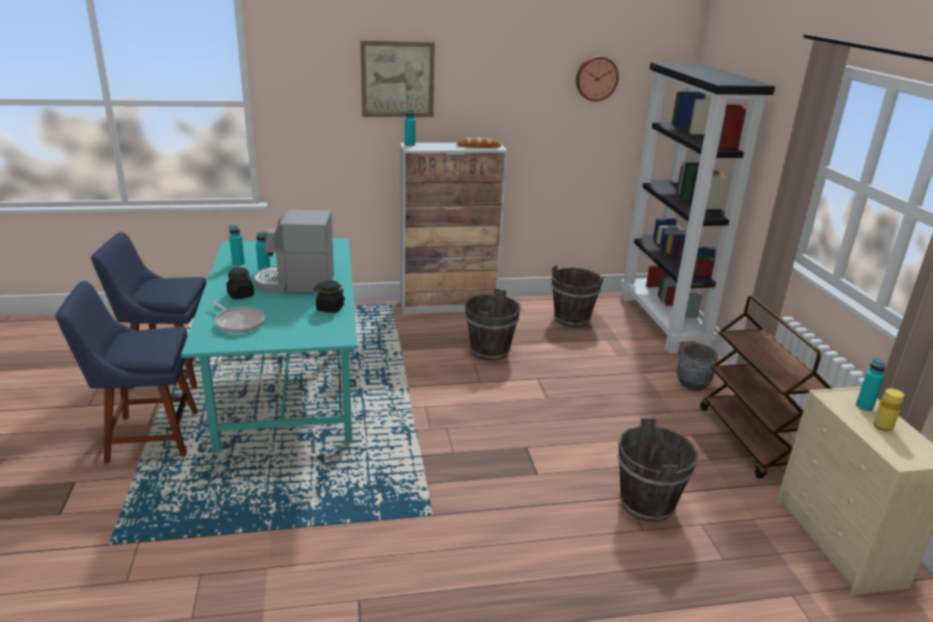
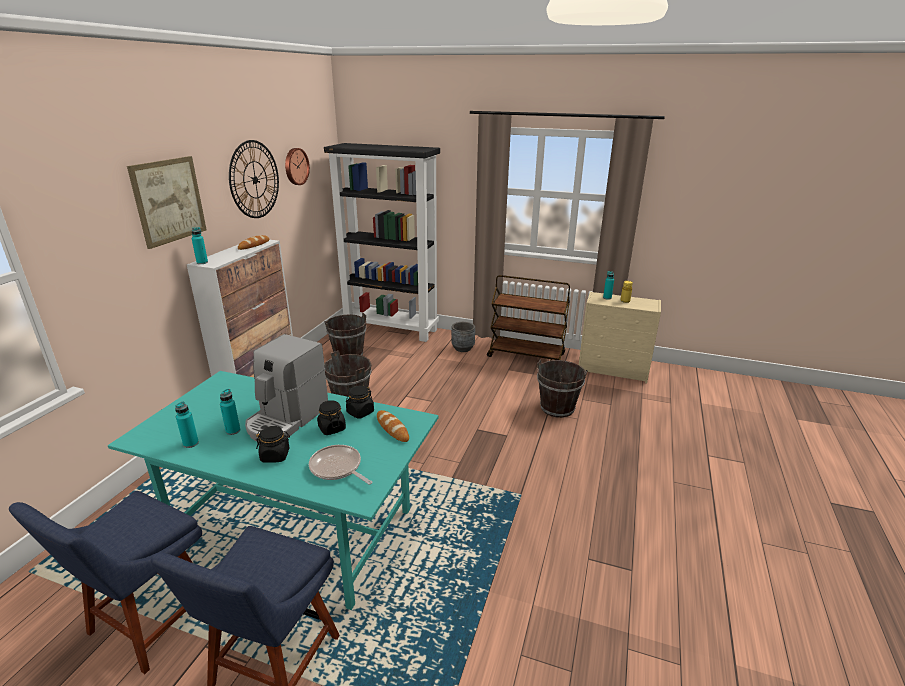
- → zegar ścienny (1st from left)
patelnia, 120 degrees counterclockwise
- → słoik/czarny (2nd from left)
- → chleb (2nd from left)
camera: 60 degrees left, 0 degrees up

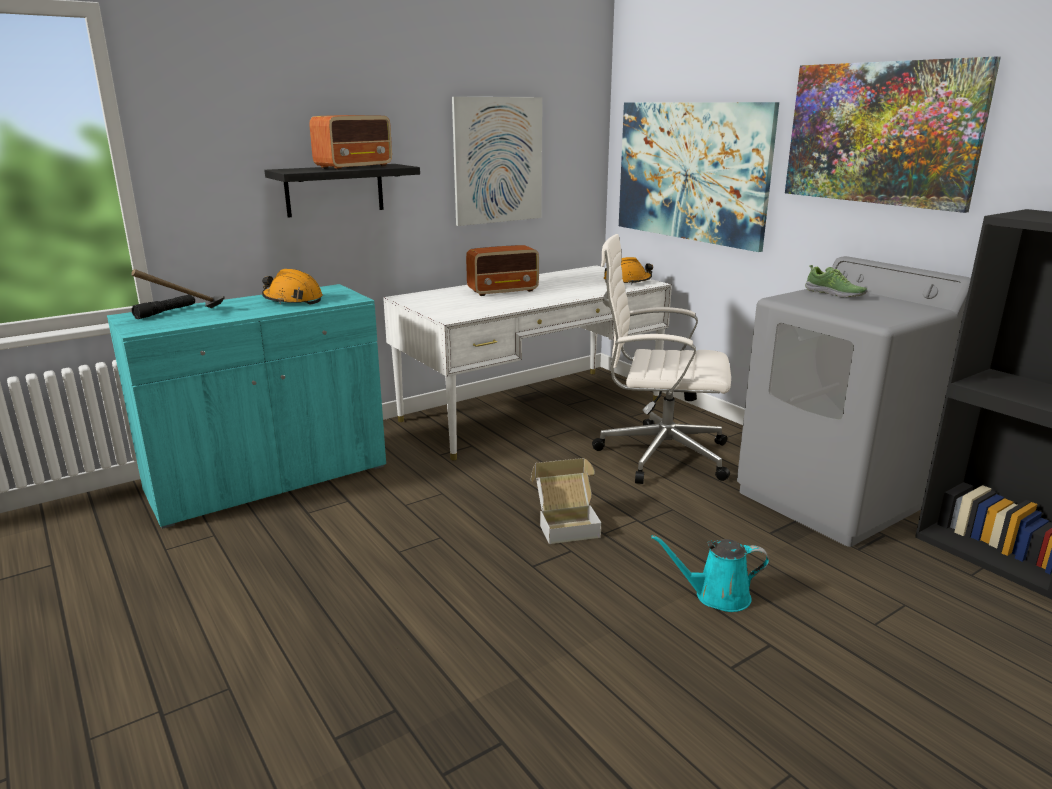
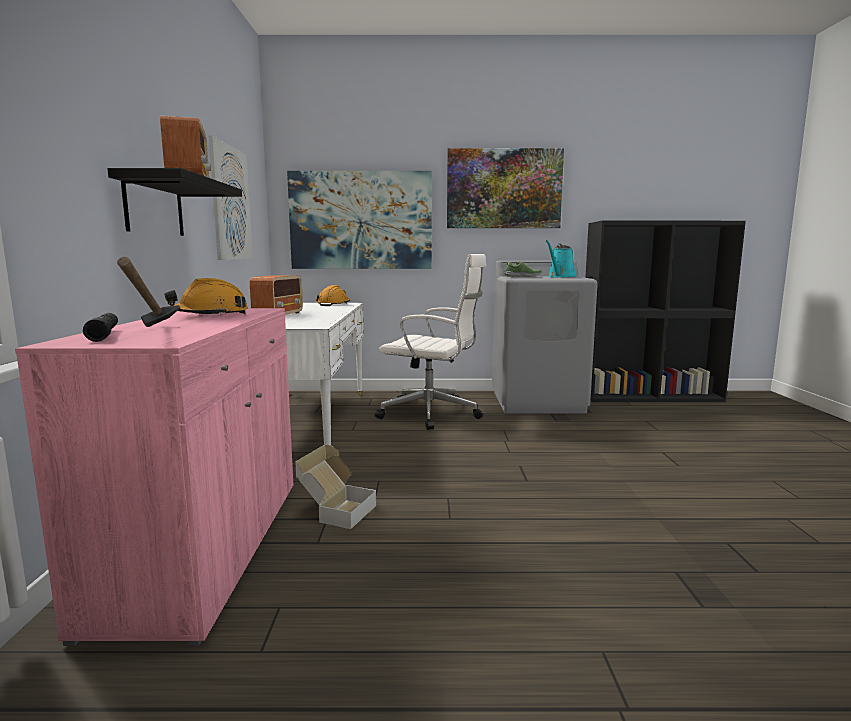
szafka/turkusowy → szafka/różowy
karton, moved
krzesło biurowe/biały, 120 degrees counterclockwise
konewka/turkusowy, moved
camera: 55 degrees left, 10 degrees down

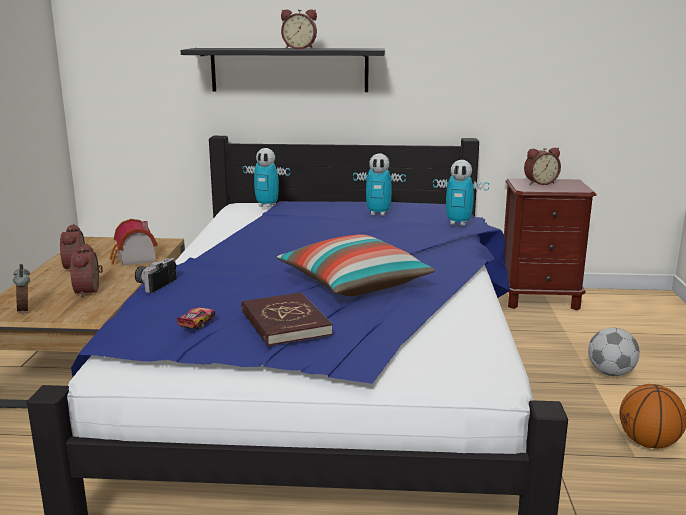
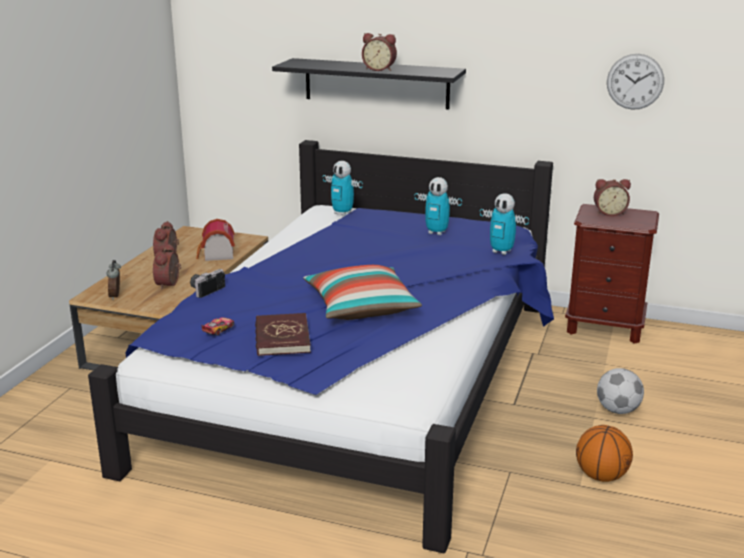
- → zegar ścienny
camera: 15 degrees right, 5 degrees up

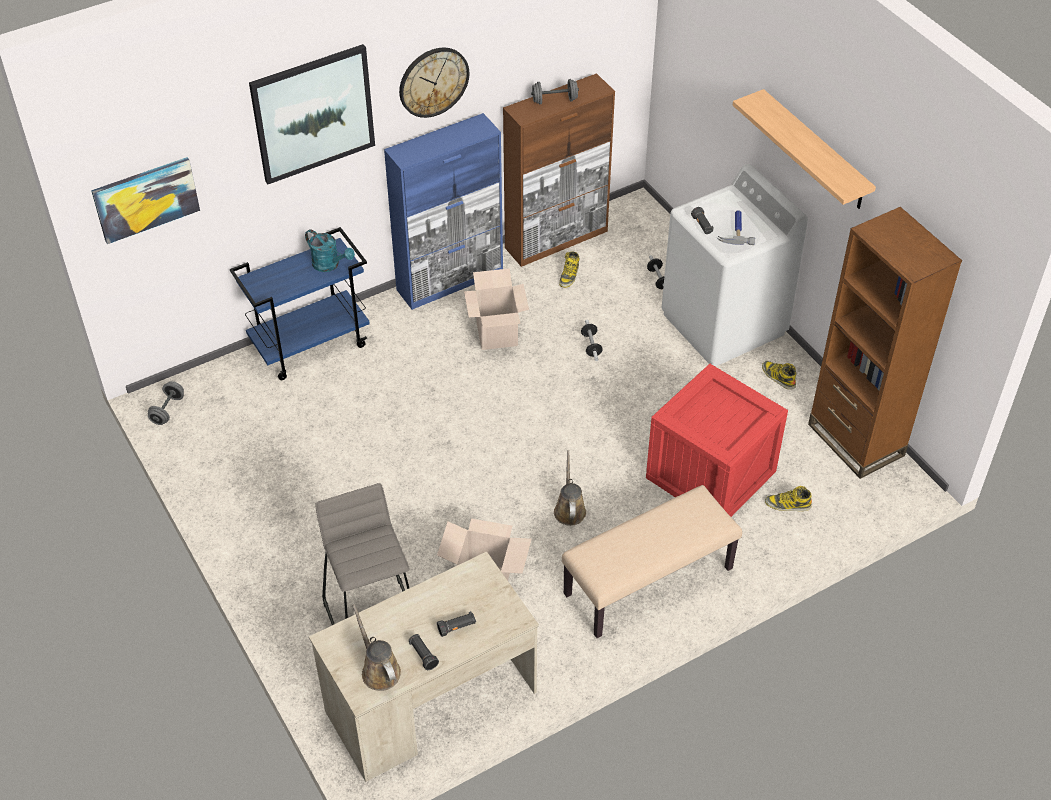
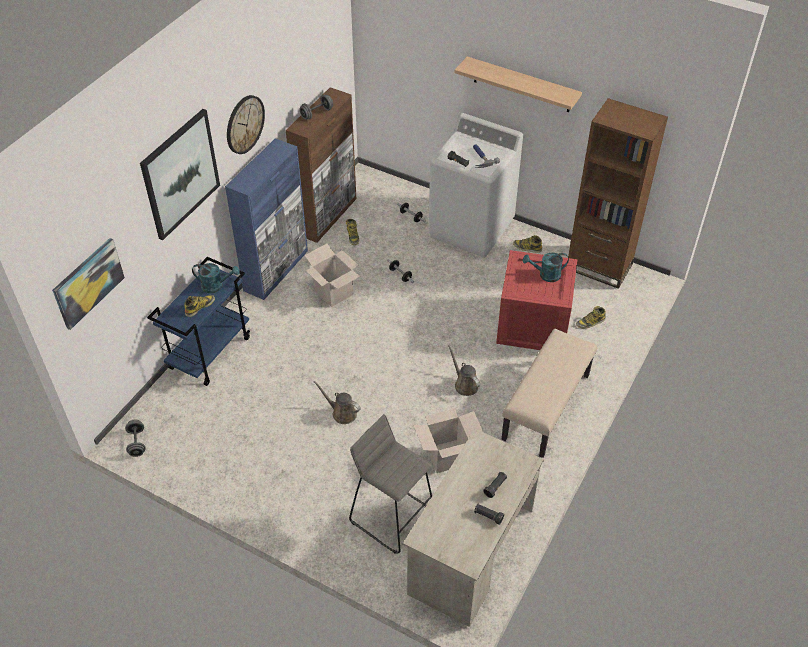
- → but z cholewką (1st from left)
konewka/brązowy (1st from left), moved
- → konewka/turkusowy (2nd from left)
camera: 30 degrees left, 0 degrees up

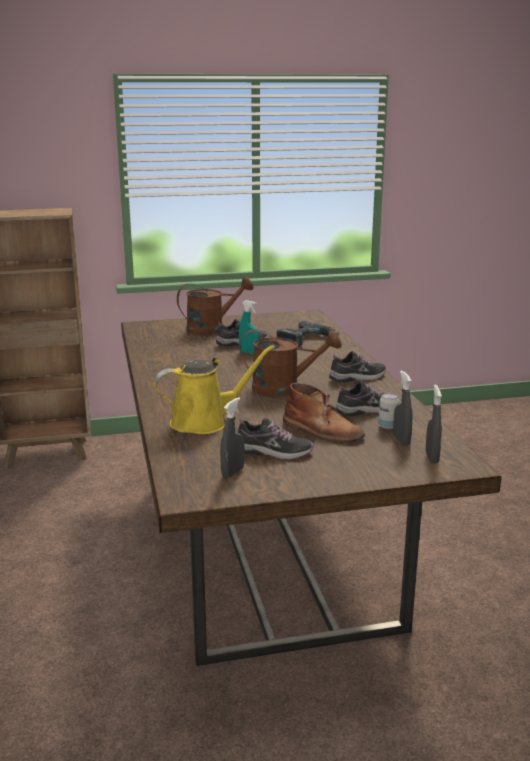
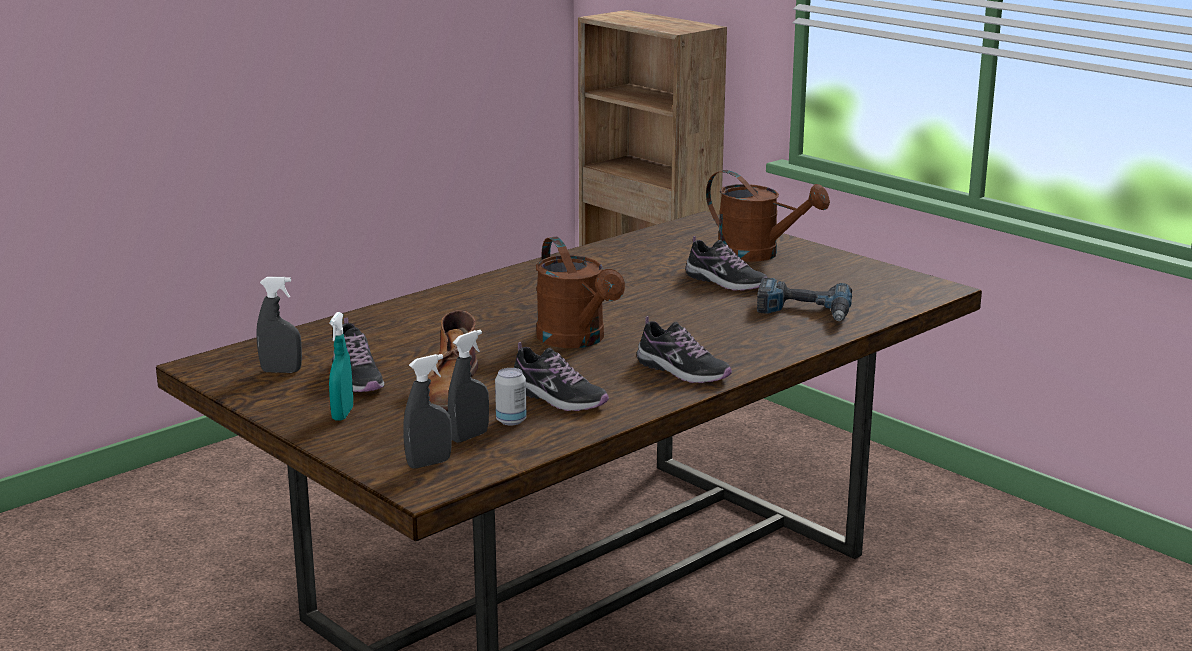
spryskiwacz/turkusowy, moved
konewka/żółty → -
camera: 60 degrees right, 0 degrees up

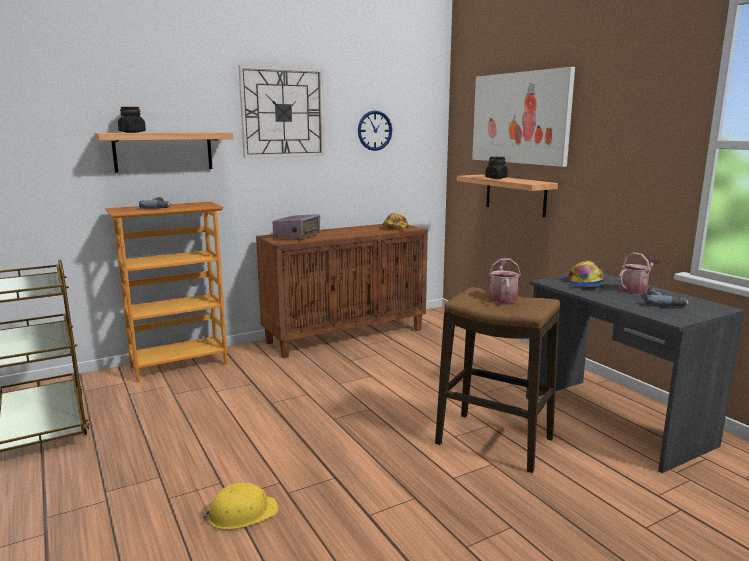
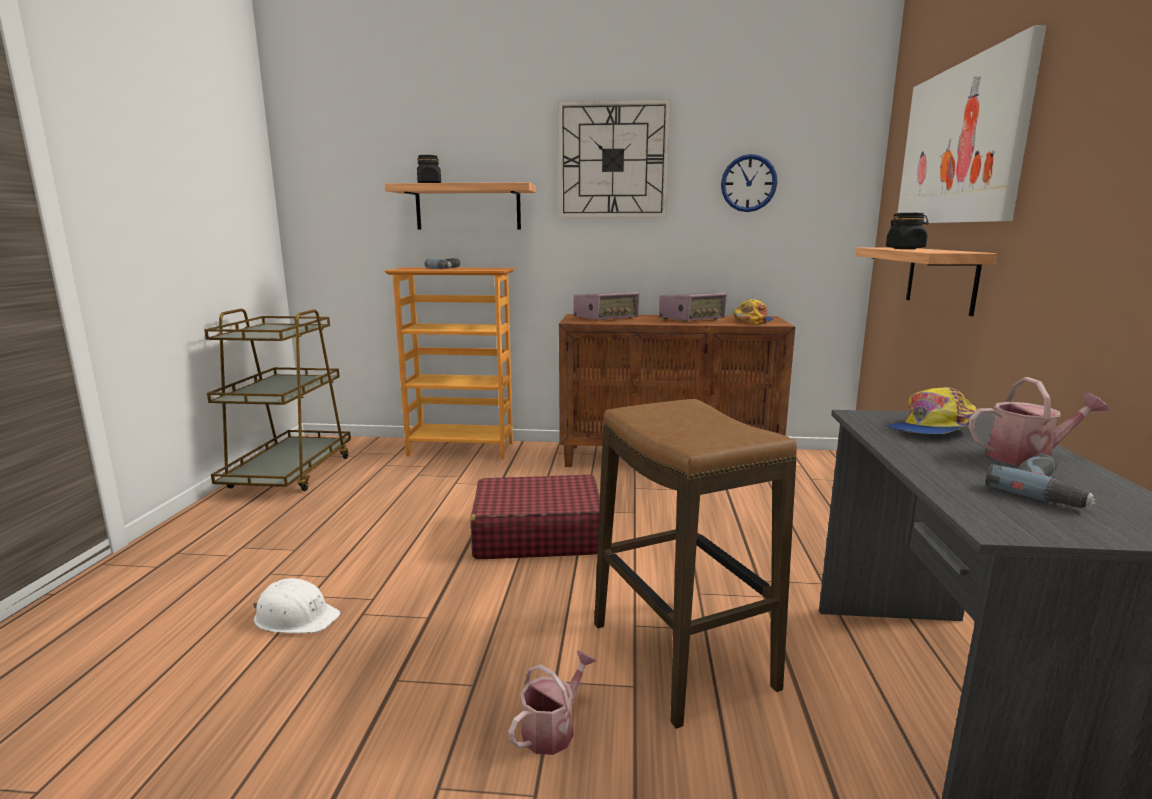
kask/żółty → kask/biały
- → walizka/czerwony
konewka (1st from left), moved
- → radio (2nd from left)
camera: 35 degrees right, 0 degrees up

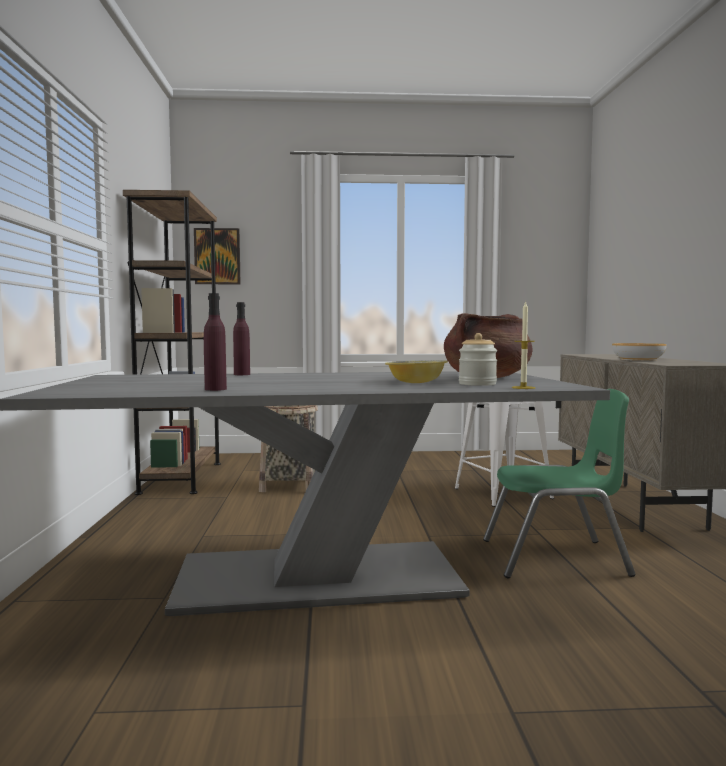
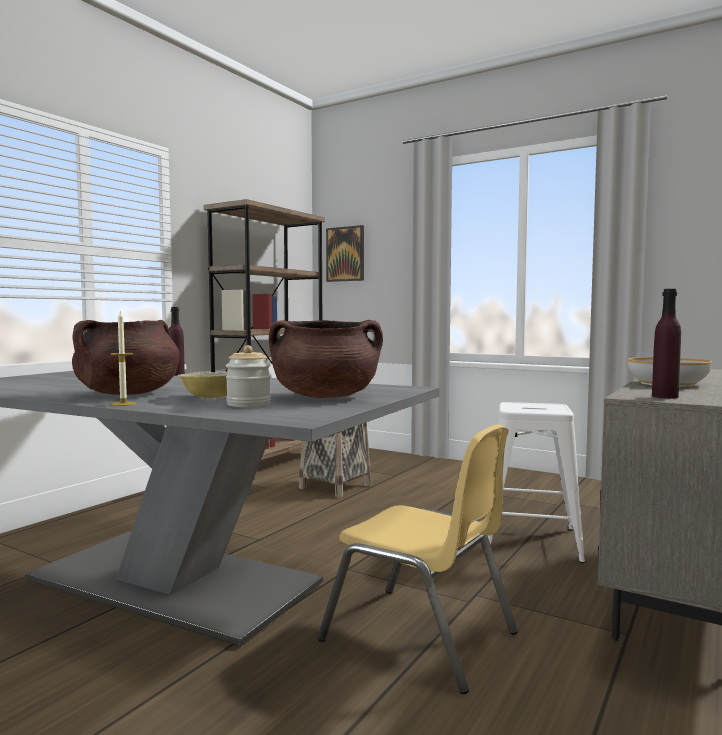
- → garnek/brązowy (1st from left)
świeca, moved
krzesło/zielony → krzesło/żółty
butelka/fioletowy (1st from left in the first image) → butelka/fioletowy (2nd from left), moved
camera: 35 degrees right, 0 degrees up

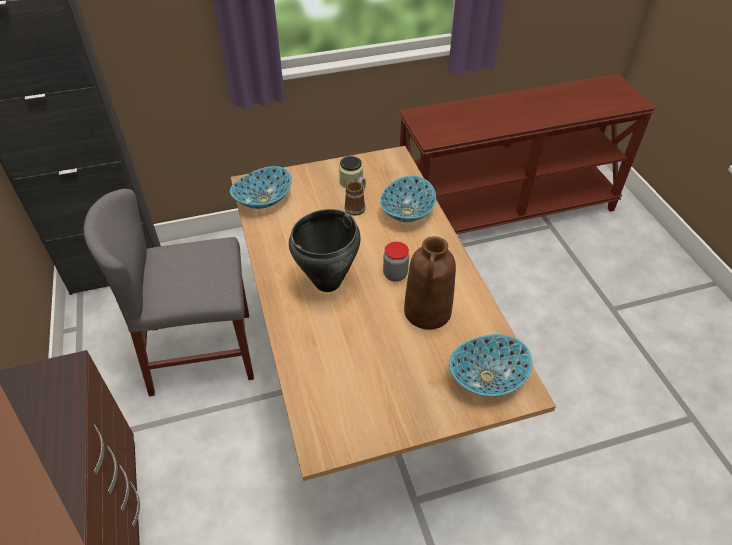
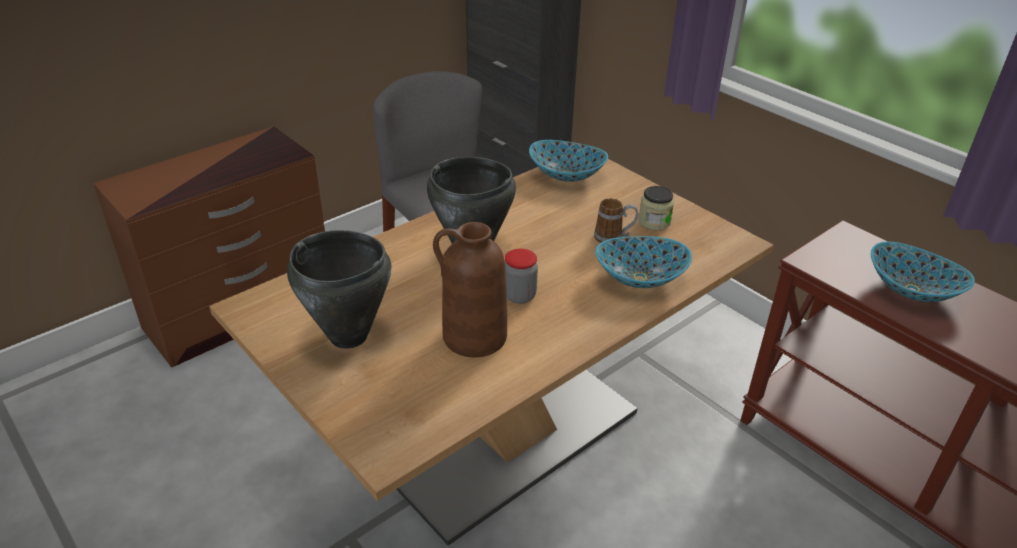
- → garnek/czarny (1st from left)
miska (3rd from left), moved
camera: 65 degrees right, 10 degrees down

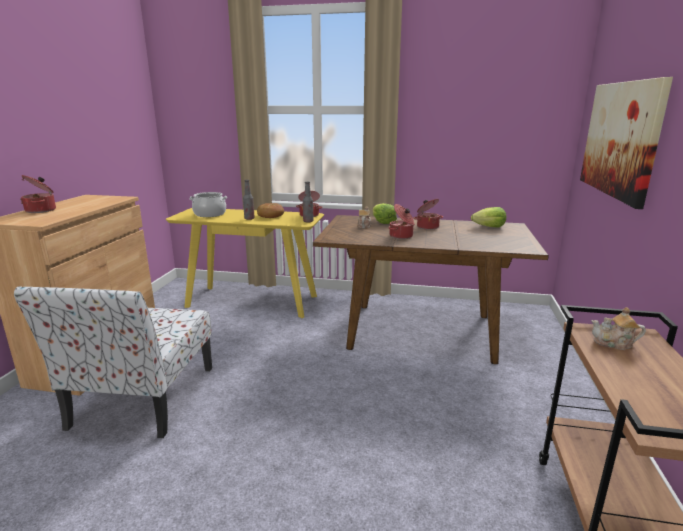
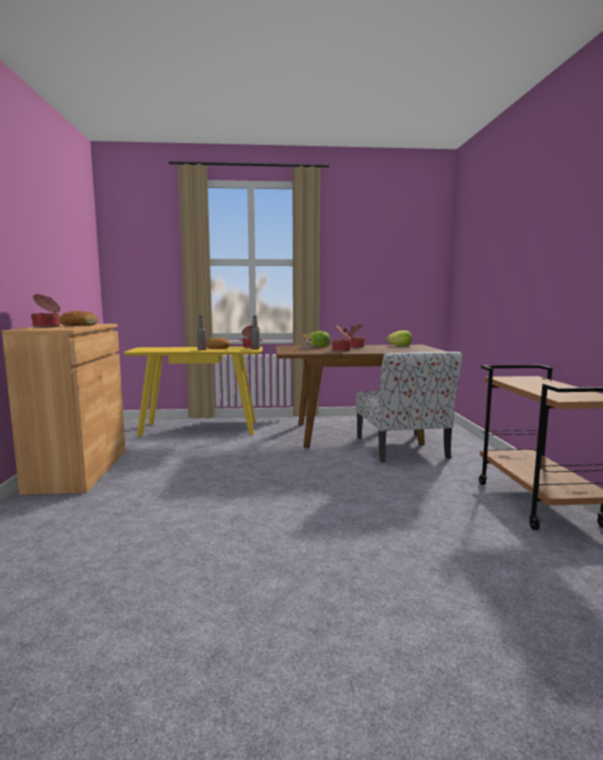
- → chleb (1st from left)
krzesło, moved
garnek (2nd from left) → -
obraz → -
imbryk (2nd from left) → -
camera: 15 degrees left, 10 degrees down

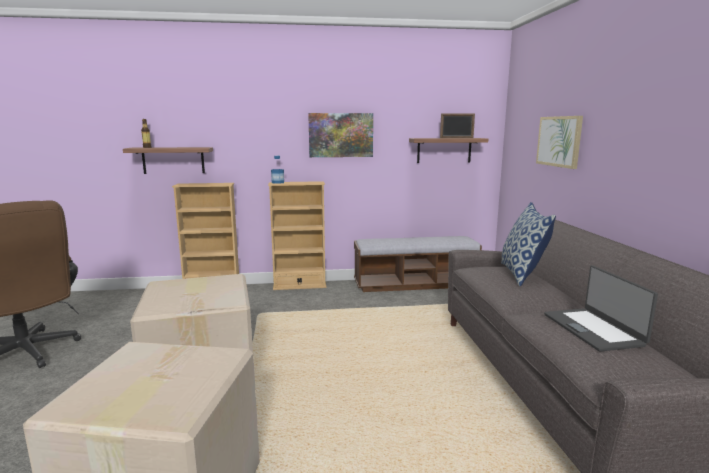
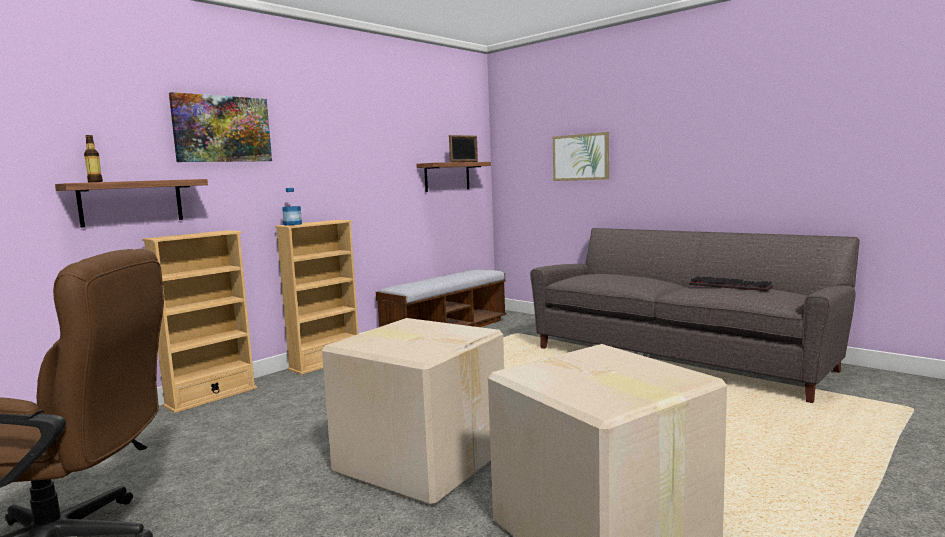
obraz (1st from left), moved
laptop → klawiatura
poduszka → -
camera: 40 degrees left, 5 degrees down

